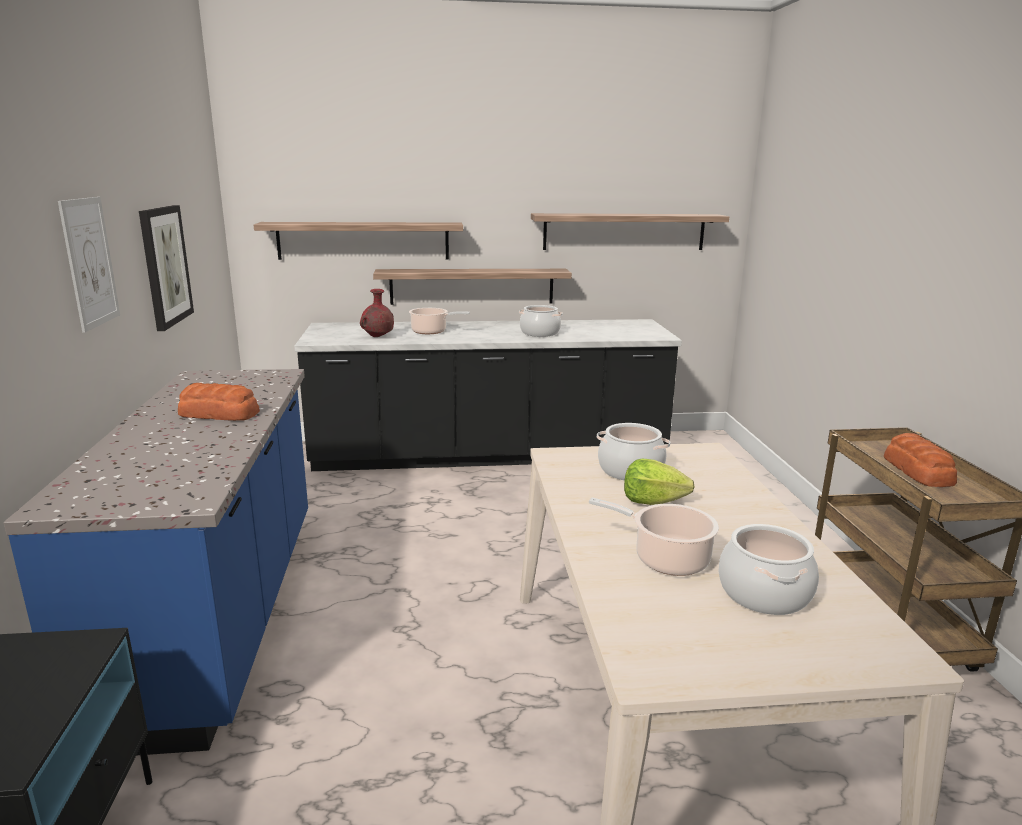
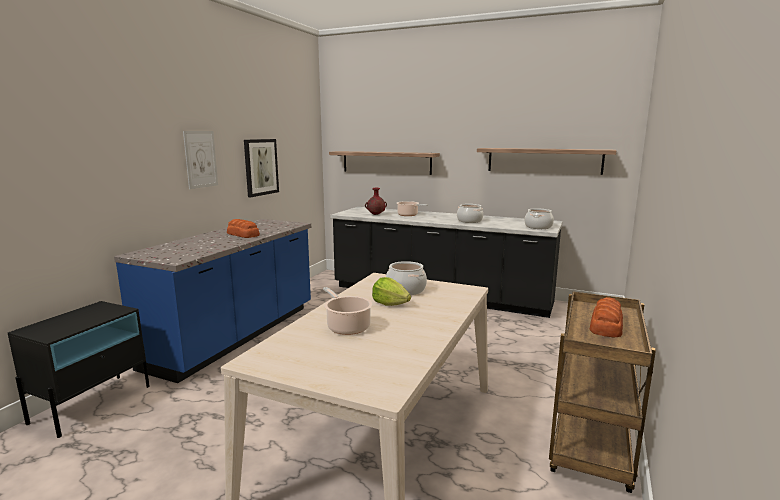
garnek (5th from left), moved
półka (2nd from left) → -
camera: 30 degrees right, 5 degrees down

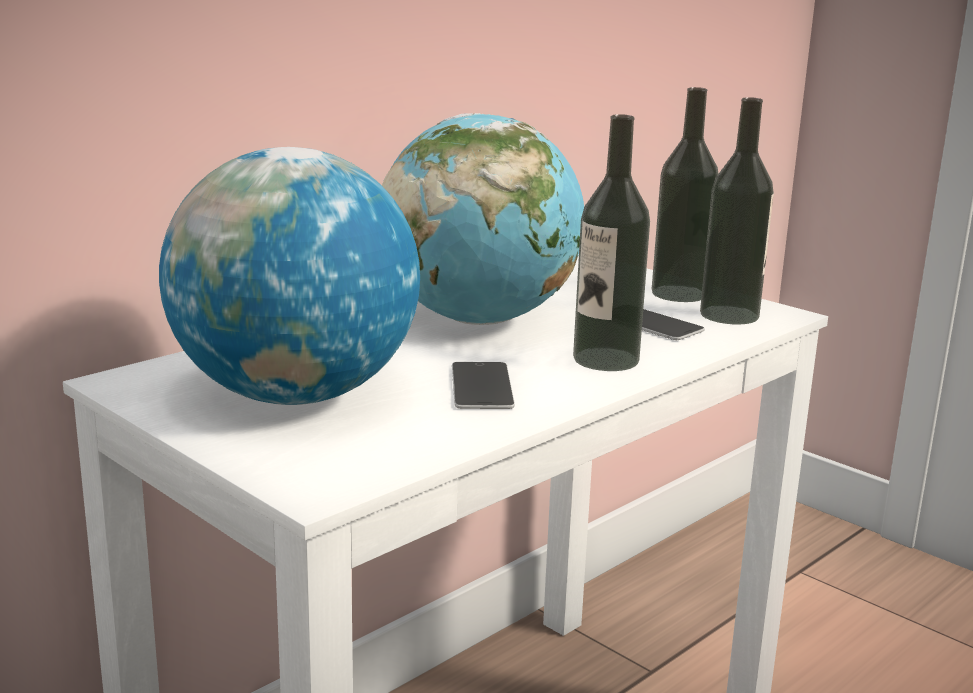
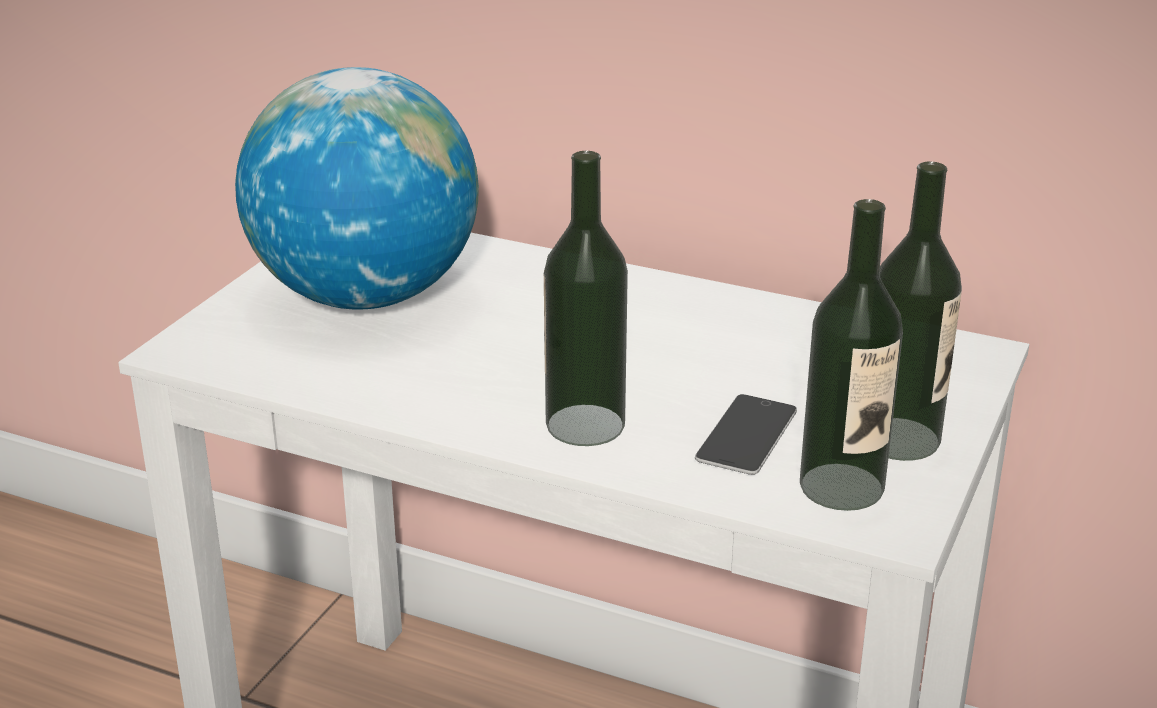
globus (2nd from left) → -
telefon (1st from left) → -
camera: 70 degrees right, 10 degrees up

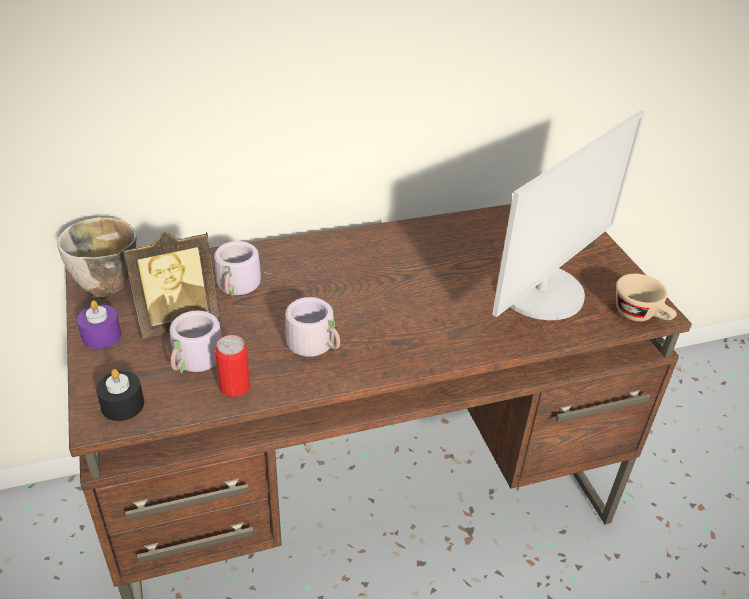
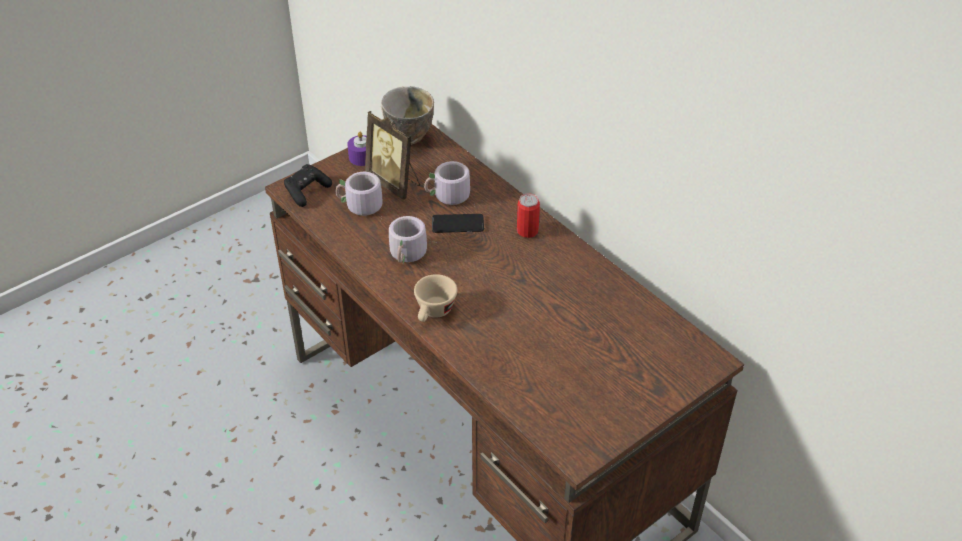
świeca/czarny → pad do gier/czarny
filiżanka/beżowy, moved
- → telefon
puszka, moved
monitor → -
camera: 70 degrees right, 5 degrees up

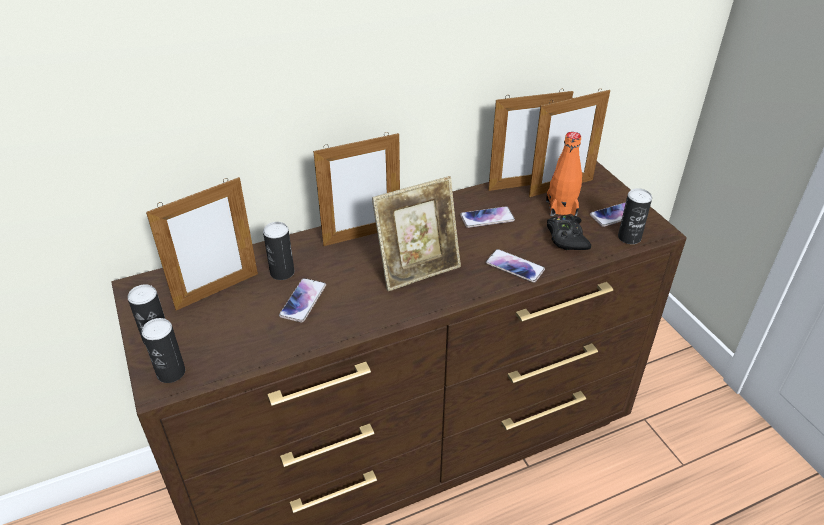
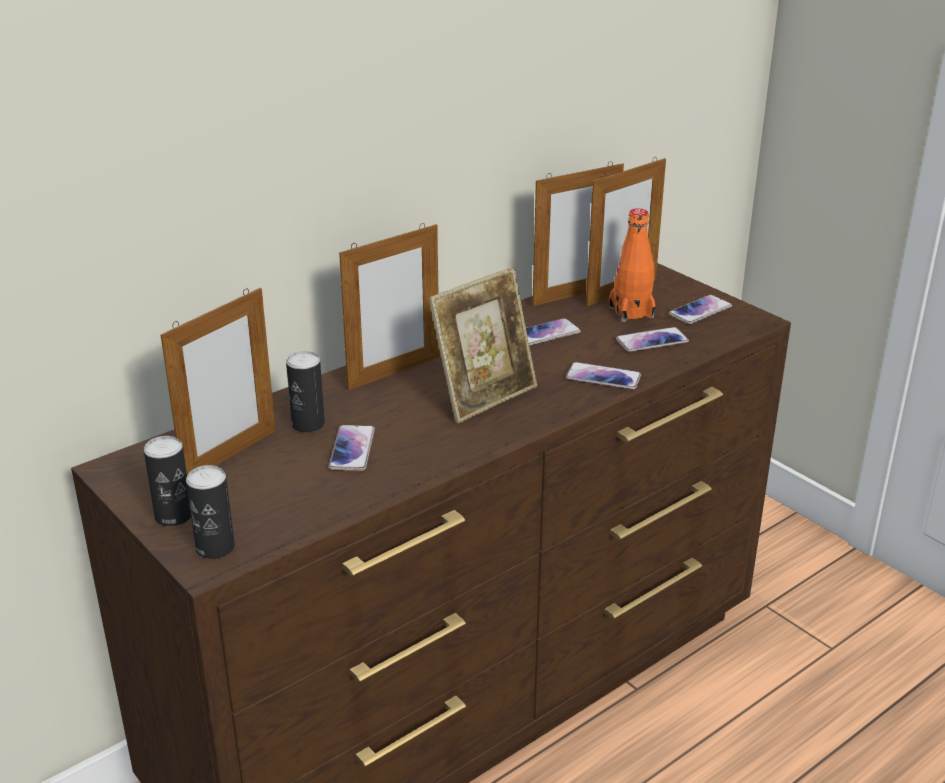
pad do gier/czarny → telefon (4th from left)
puszka (4th from left) → -
camera: 15 degrees left, 10 degrees down

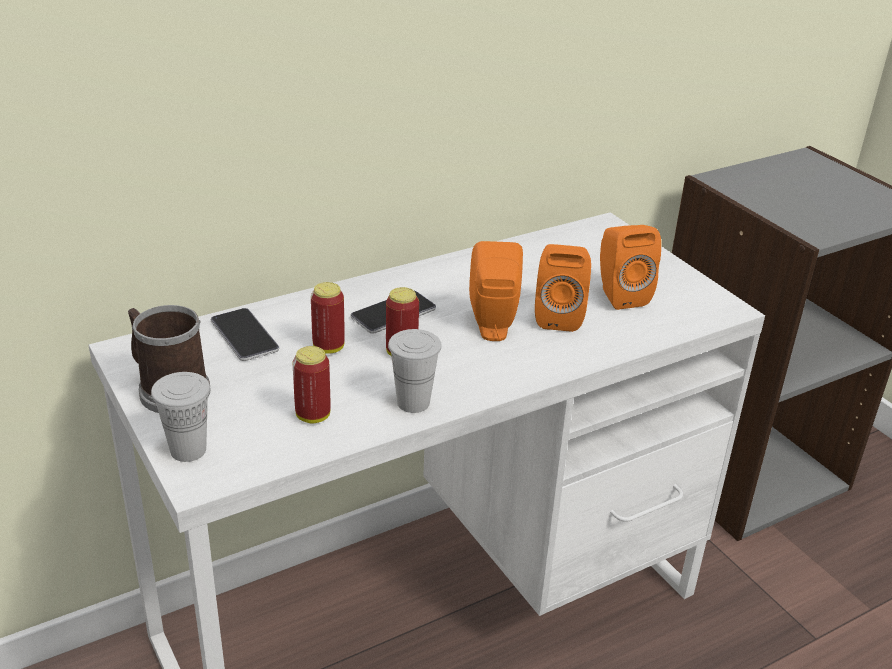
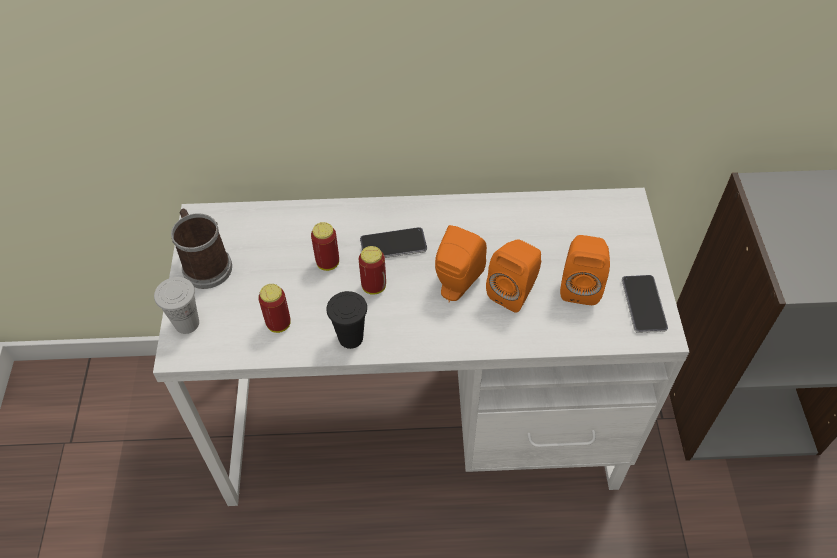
filiżanka/biały (2nd from left) → filiżanka/czarny
telefon (1st from left in the first image) → telefon (2nd from left), moved
camera: 30 degrees right, 20 degrees up

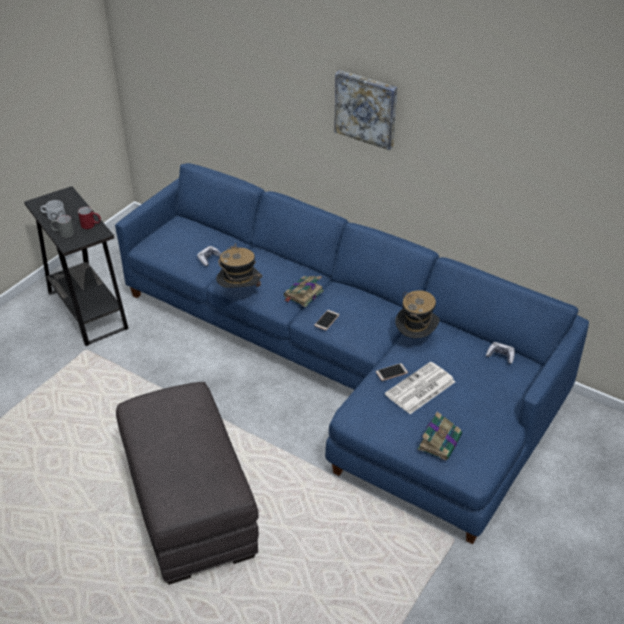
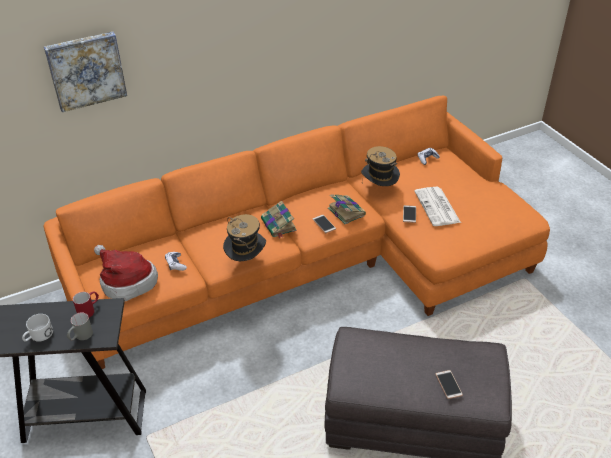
obraz, moved
kanapa/niebieski → kanapa/pomarańczowy
- → kapelusz (1st from left)
książka (2nd from left), moved
- → telefon (3rd from left)
camera: 60 degrees left, 0 degrees up

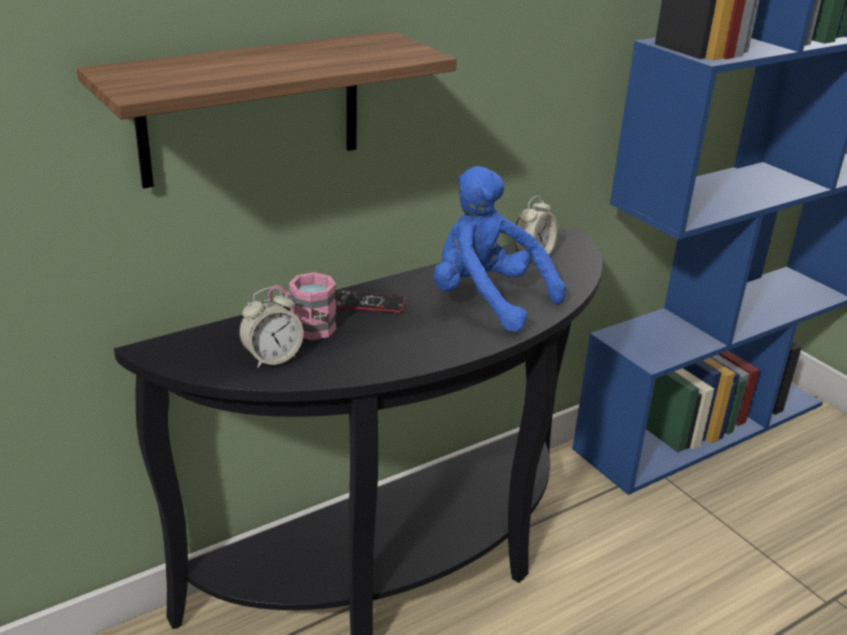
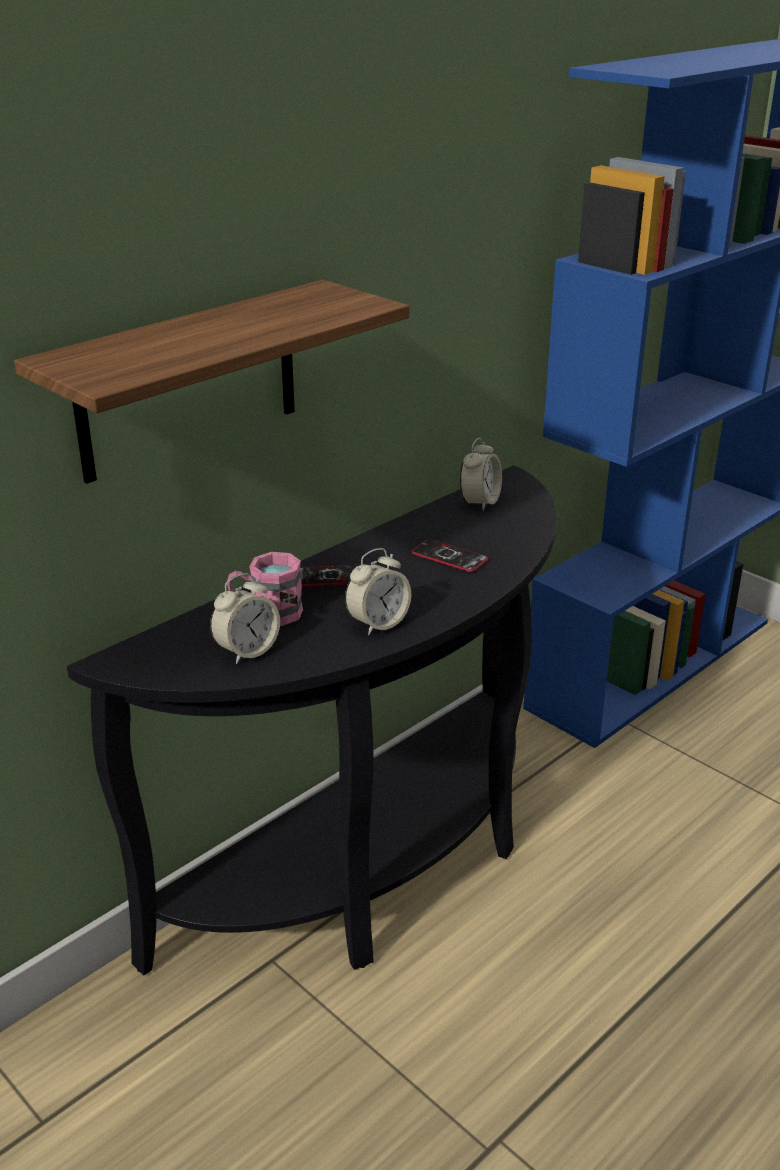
- → budzik (2nd from left)
pluszak/niebieski → telefon (2nd from left)
camera: 10 degrees left, 0 degrees up

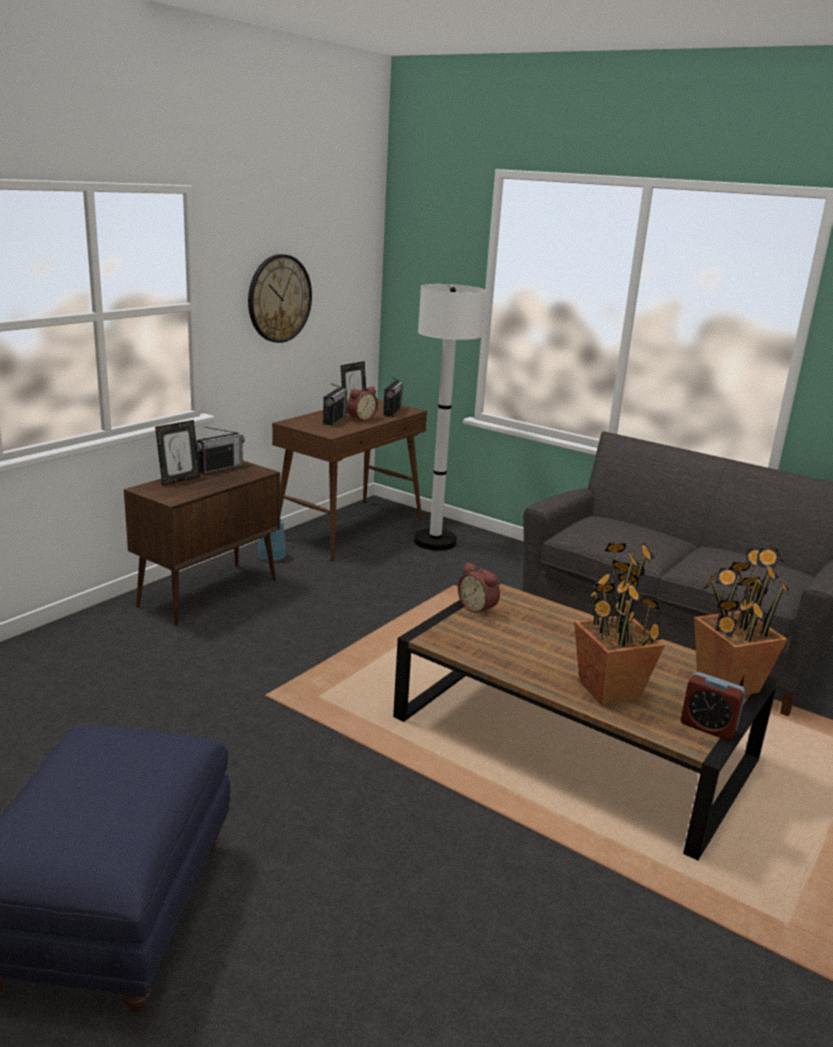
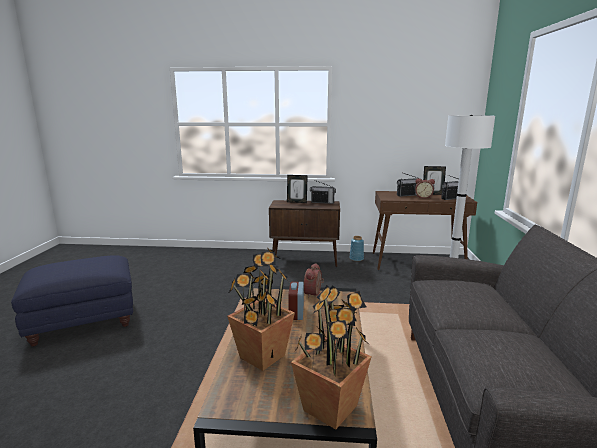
budzik (3rd from left in the first image) → budzik (1st from left), moved
zegar ścienny → -
camera: 60 degrees right, 5 degrees down

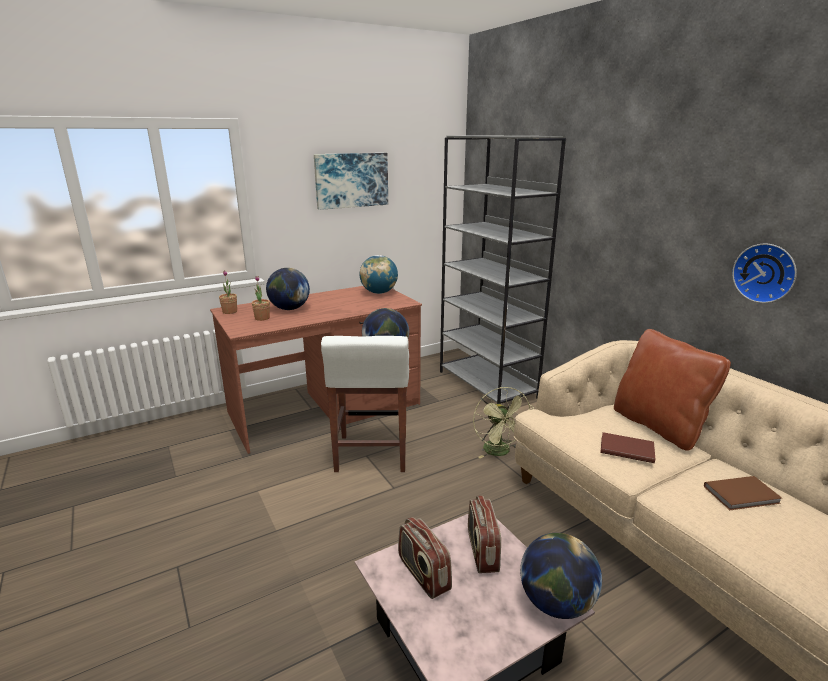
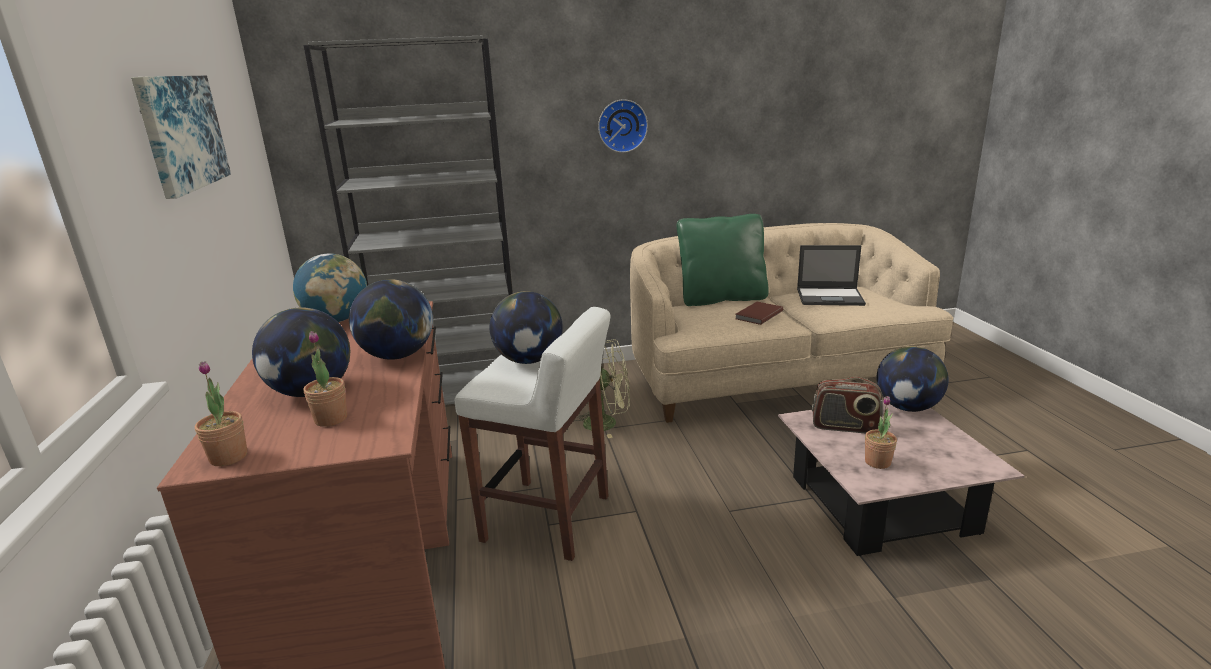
- → globus (3rd from left)
zegar ścienny, moved
poduszka/brązowy → poduszka/zielony
książka/brązowy (2nd from left) → laptop
radio (1st from left) → roślina doniczkowa (3rd from left)
camera: 70 degrees left, 0 degrees up

